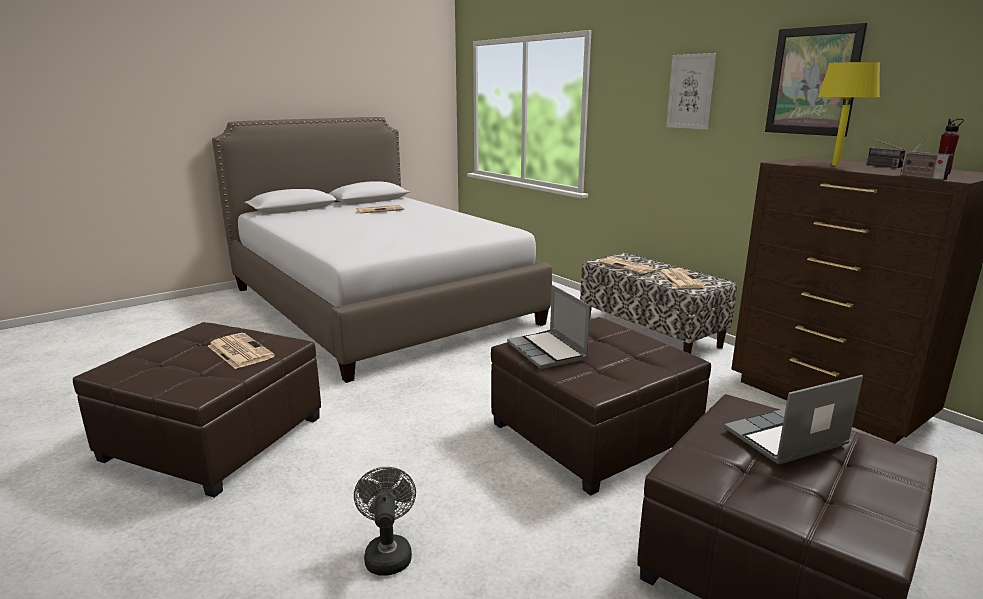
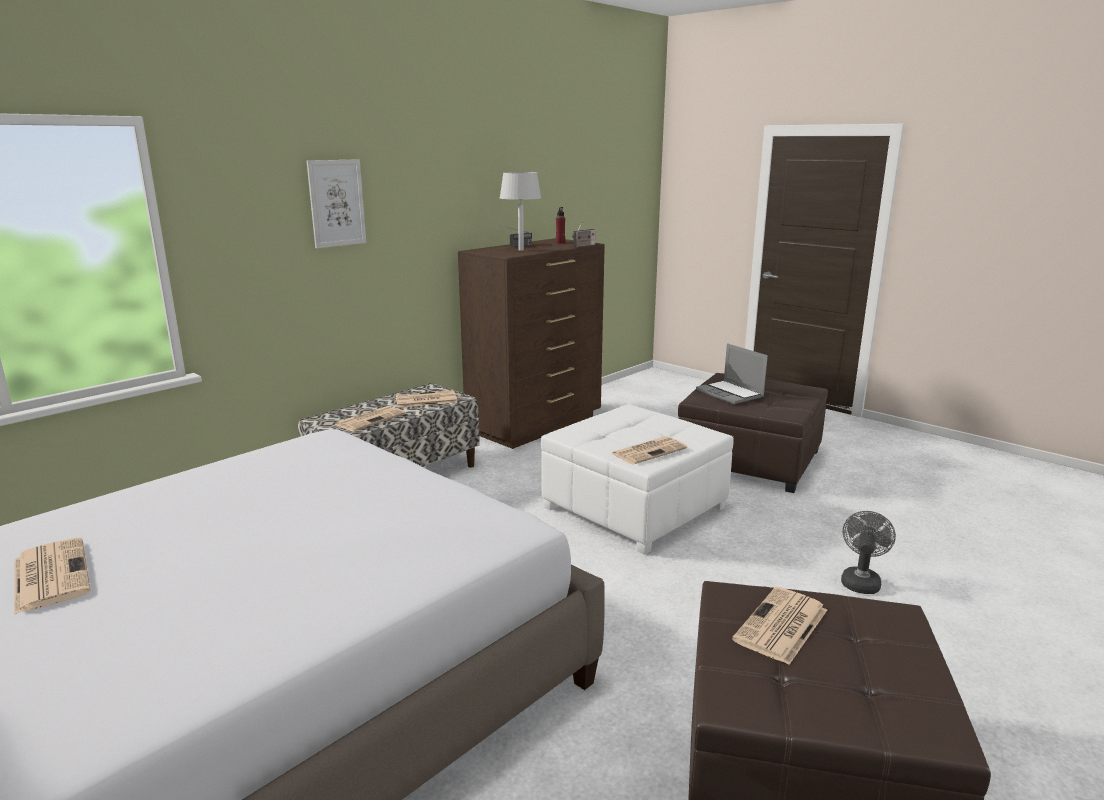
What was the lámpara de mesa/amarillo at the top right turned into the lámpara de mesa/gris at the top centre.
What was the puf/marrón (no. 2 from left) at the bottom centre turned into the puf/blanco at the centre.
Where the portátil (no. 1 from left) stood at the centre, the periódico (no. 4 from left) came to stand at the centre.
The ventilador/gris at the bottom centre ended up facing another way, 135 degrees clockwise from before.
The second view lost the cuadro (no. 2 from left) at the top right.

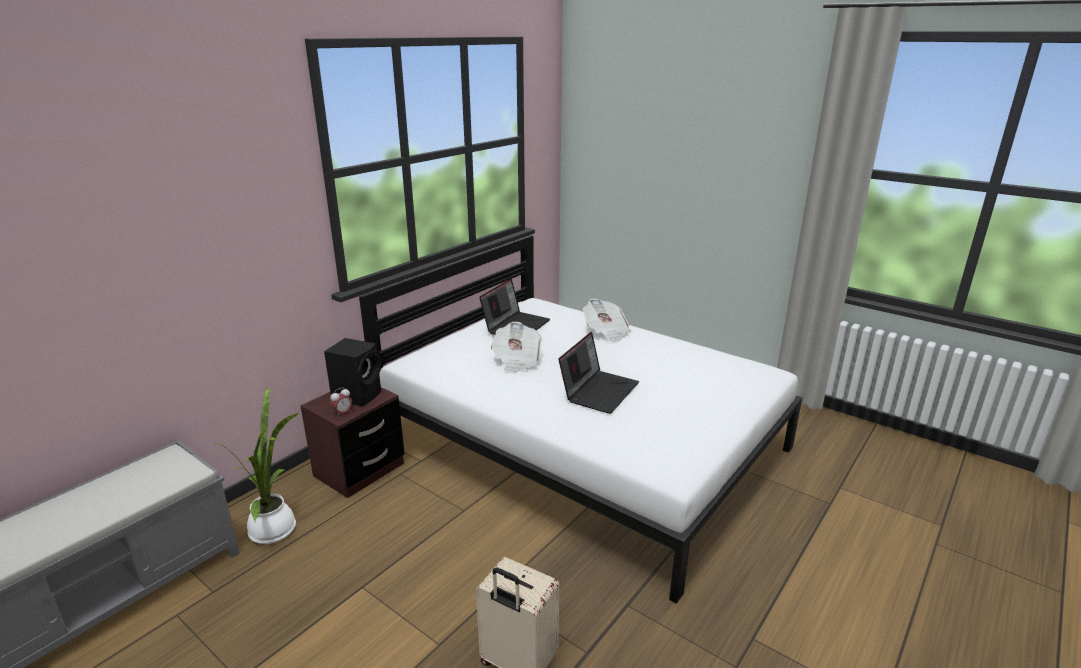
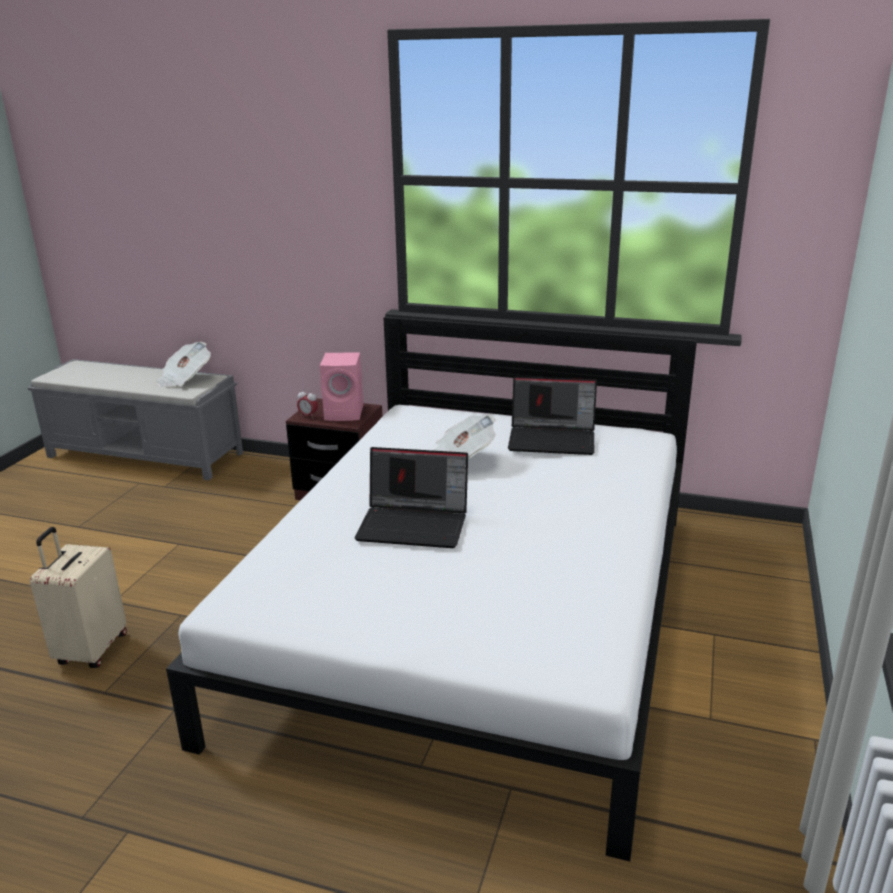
The periódico (no. 2 from left in the first image) ended up elsewhere, having gone from the centre to the middle left.
What was the altavoz/negro at the middle left turned into the altavoz/rosa at the centre.
The second view lost the planta en maceta at the bottom left.

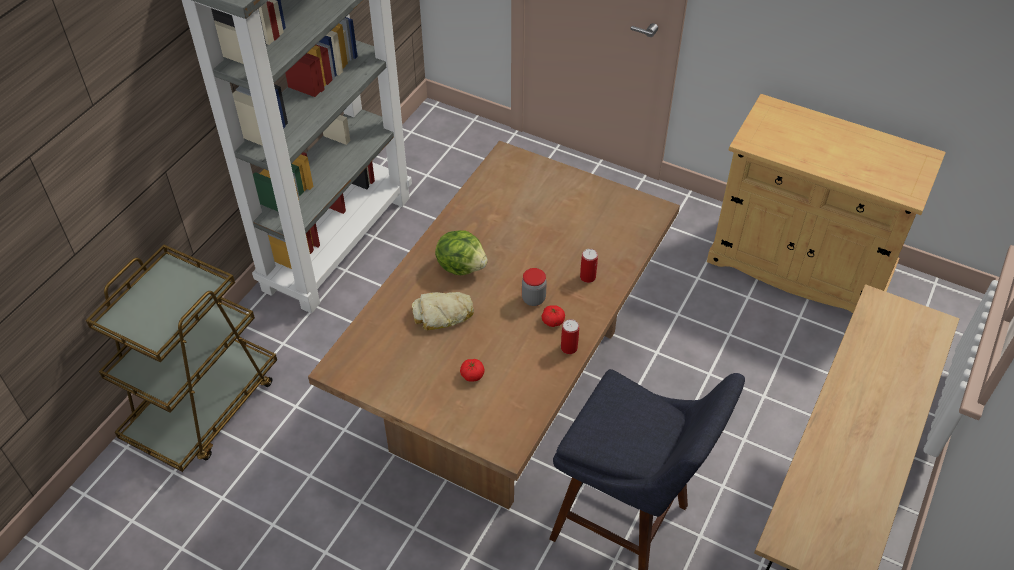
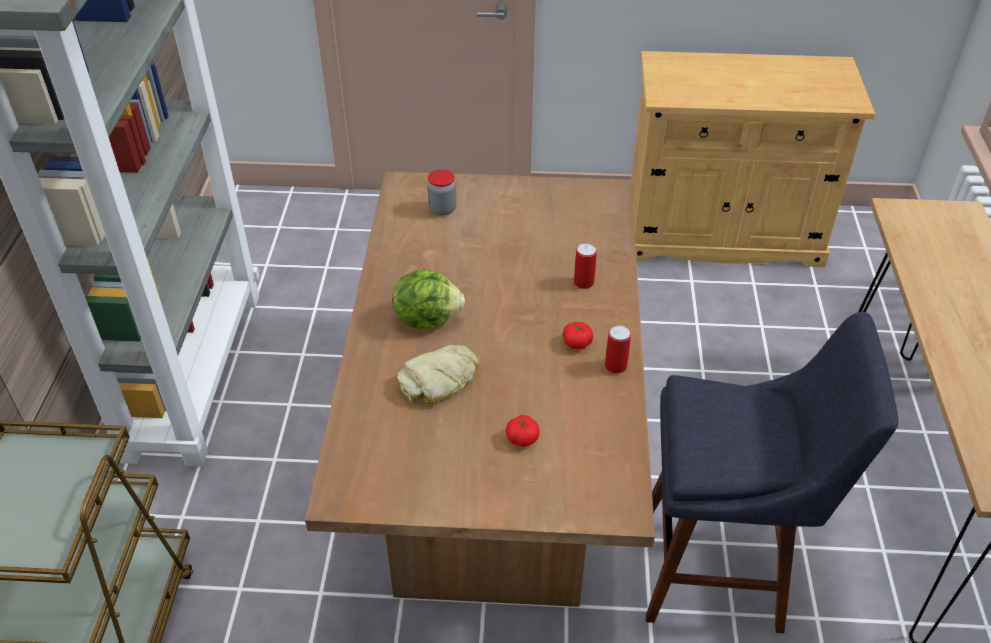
The tarro ended up elsewhere, having gone from the centre to the top centre.

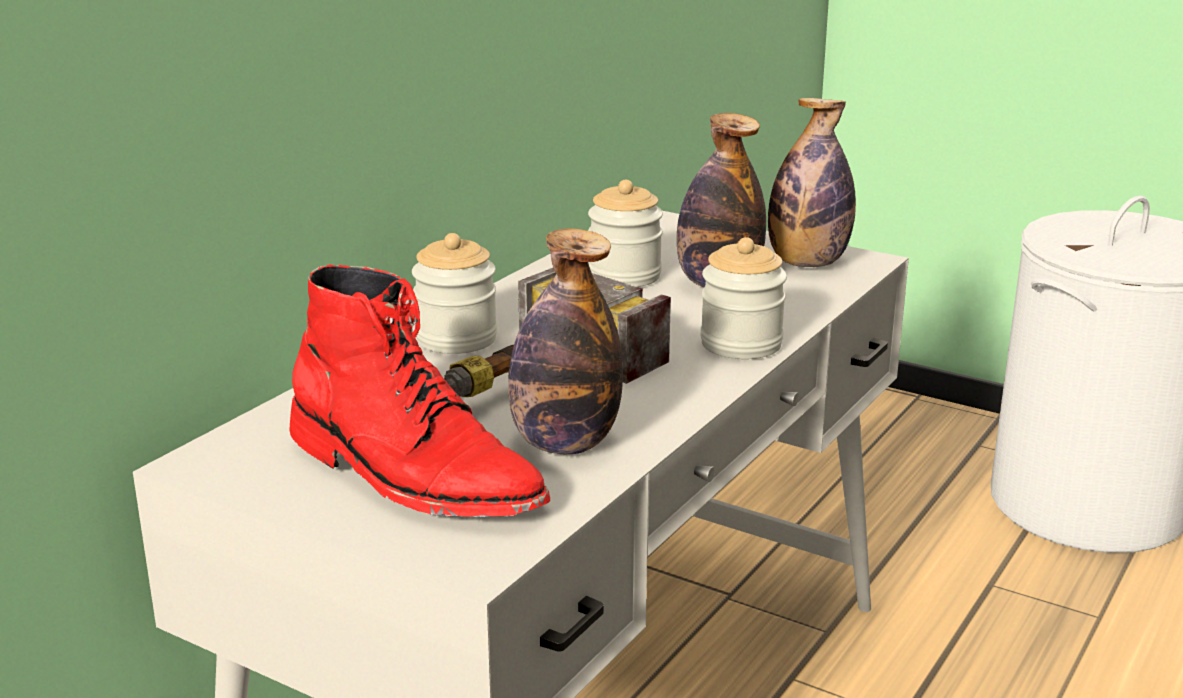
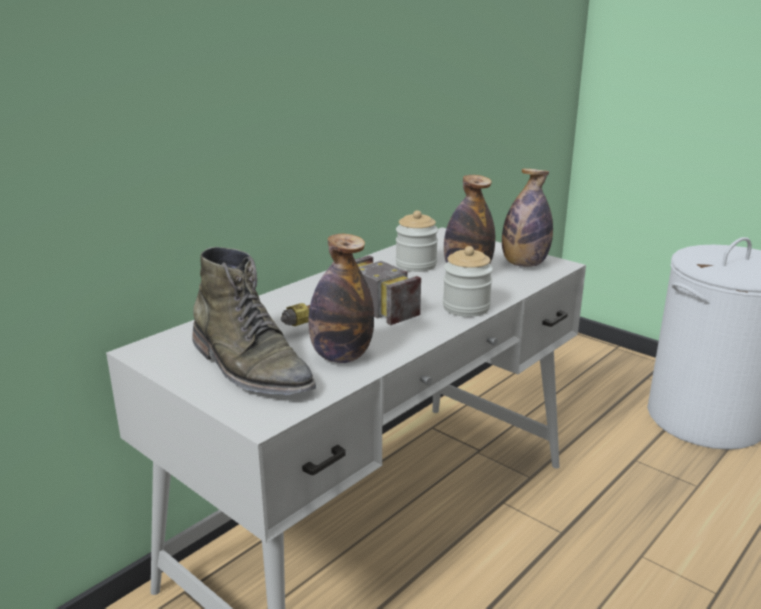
What was the bota/rojo at the centre turned into the bota/verde at the centre.
The second view lost the tarro (no. 1 from left) at the centre.

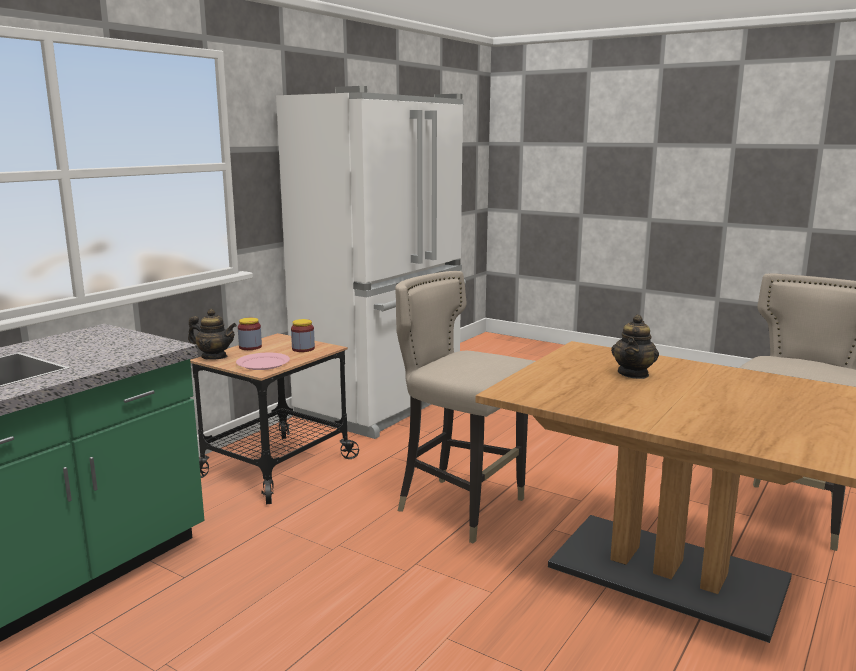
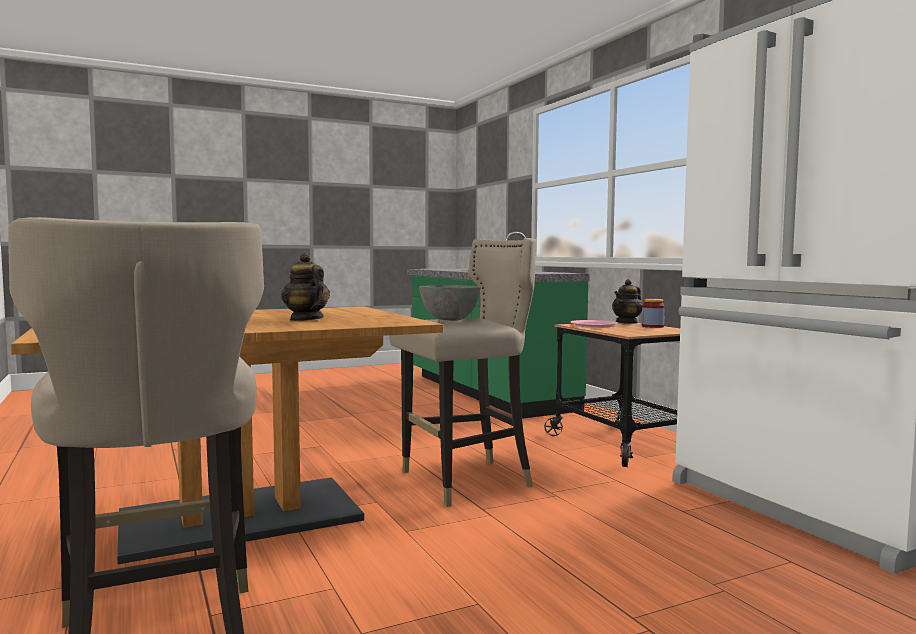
The second view gained the cuenco/gris at the centre.
The second view lost the tarro (no. 2 from left) at the centre.

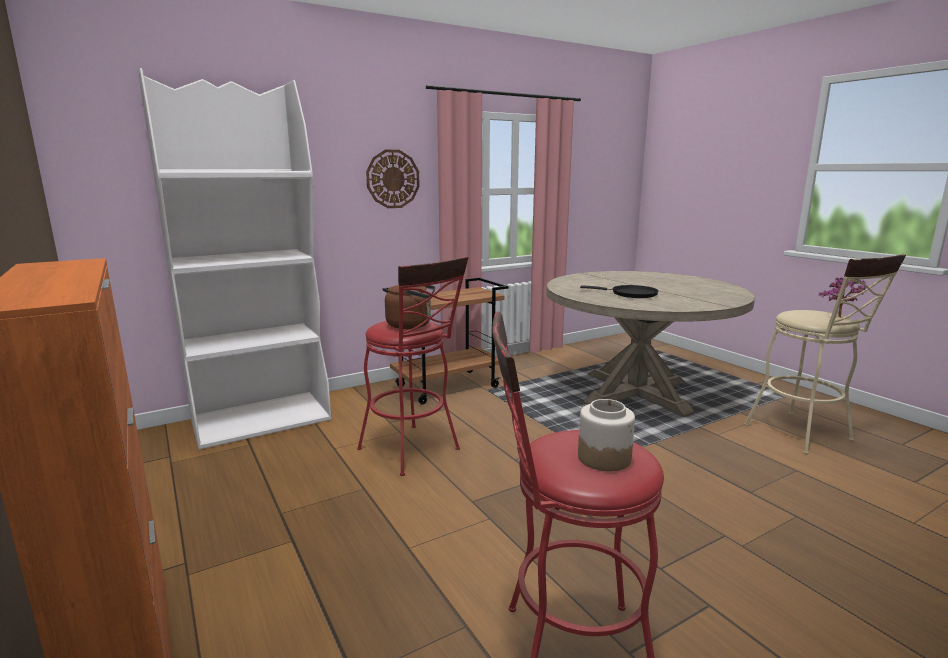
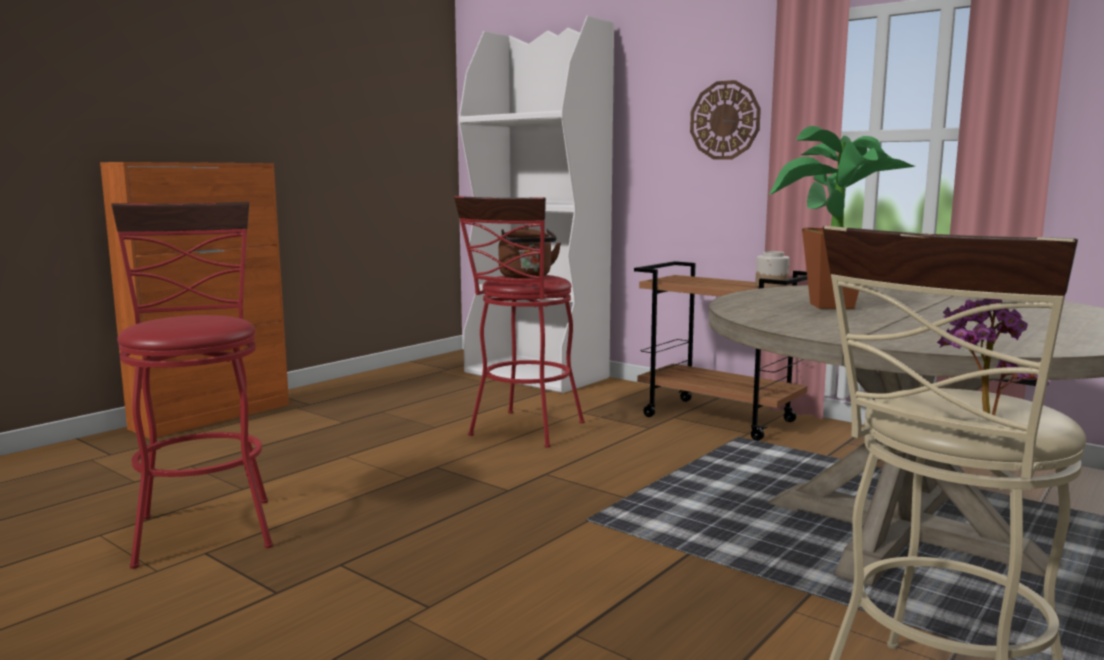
The tarro ended up elsewhere, having gone from the centre to the middle right.
Where the sartén/negro stood at the centre, the planta en maceta (no. 1 from left) came to stand at the top right.

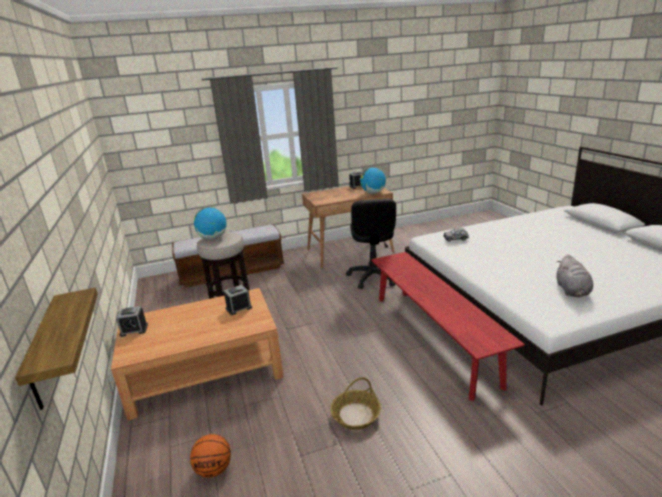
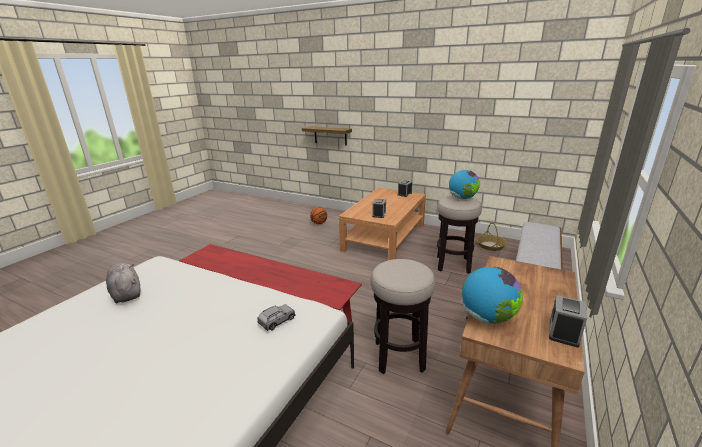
Where the silla de oficina/negro stood at the centre, the taburete (no. 1 from left) came to stand at the bottom centre.
The cesta ended up elsewhere, having gone from the bottom centre to the middle right.

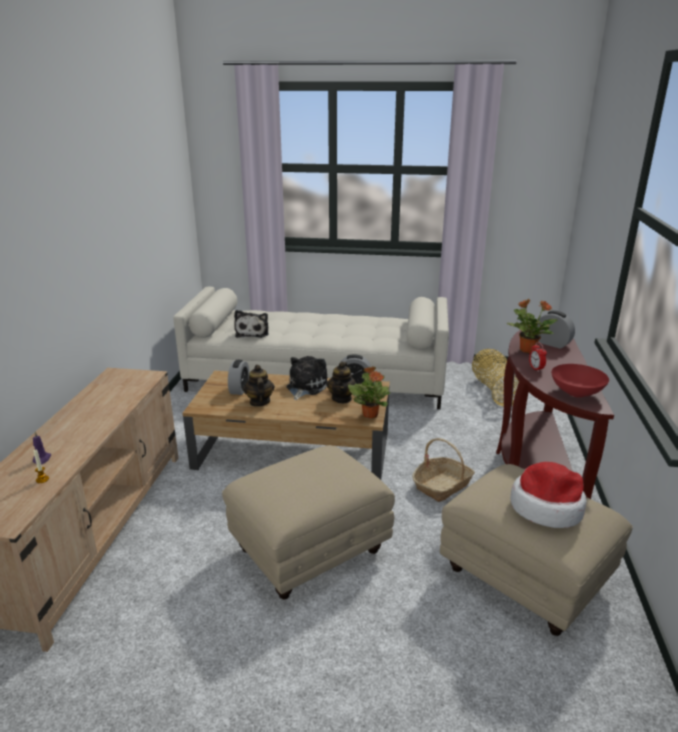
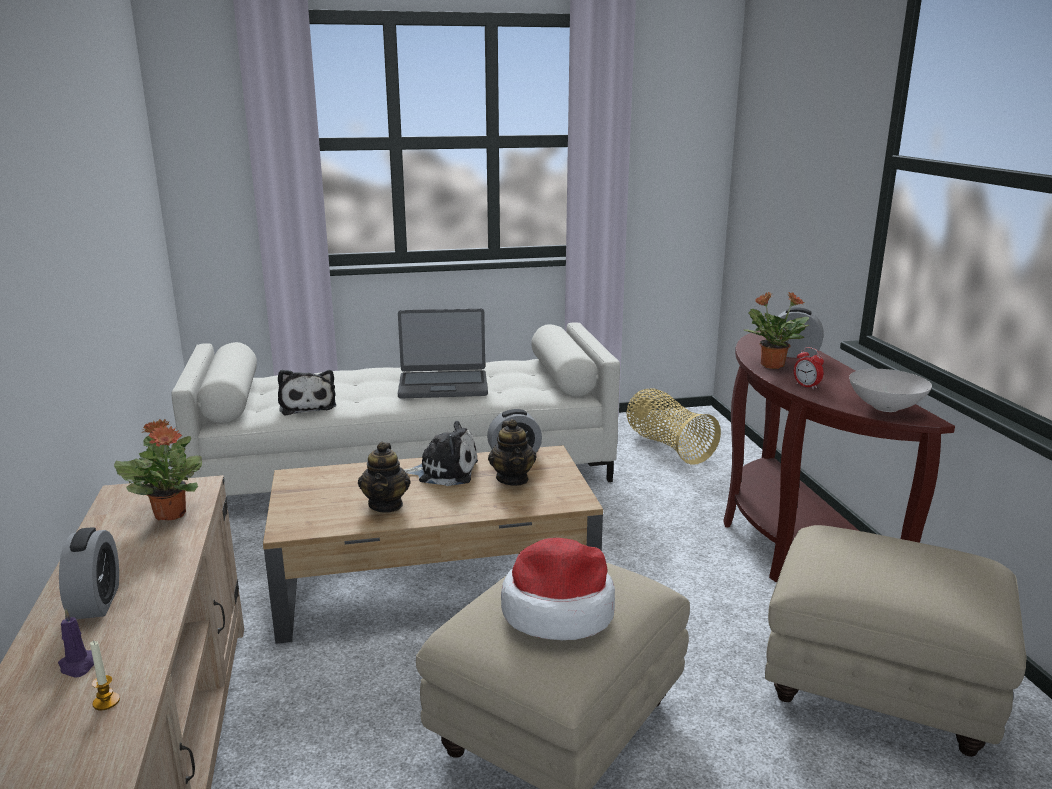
The despertador (no. 1 from left) ended up elsewhere, having gone from the centre to the bottom left.
The planta en maceta (no. 1 from left) ended up elsewhere, having gone from the centre to the middle left.
The tetera (no. 1 from left) at the centre ended up facing another way, 150 degrees counterclockwise from before.
The second view gained the portátil at the centre.
The peluche (no. 2 from left) at the centre ended up facing another way, 90 degrees clockwise from before.
The sombrero ended up elsewhere, having gone from the bottom right to the bottom centre.
What was the cuenco/rojo at the middle right turned into the cuenco/blanco at the middle right.
The second view lost the cesta (no. 1 from left) at the centre.

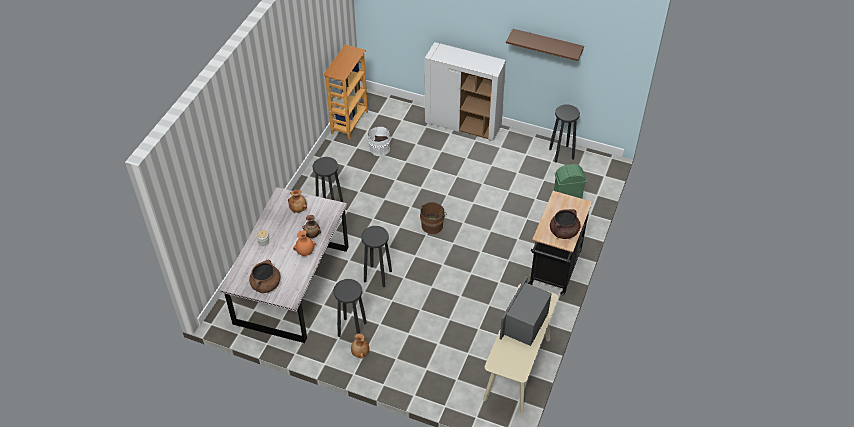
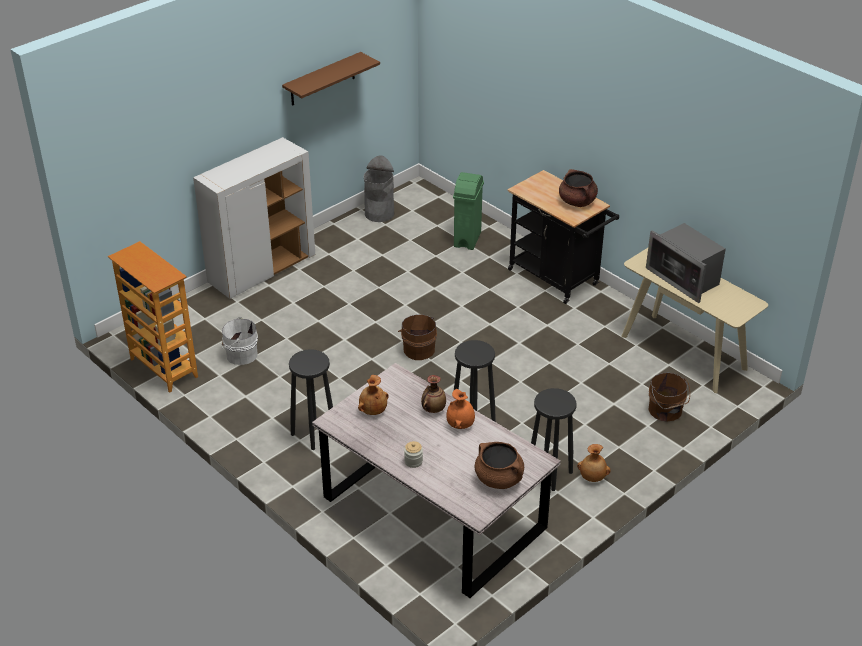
Where the taburete/negro (no. 4 from left) stood at the top centre, the papelera/gris came to stand at the top centre.
The second view gained the cubo/marrón (no. 2 from left) at the middle right.

